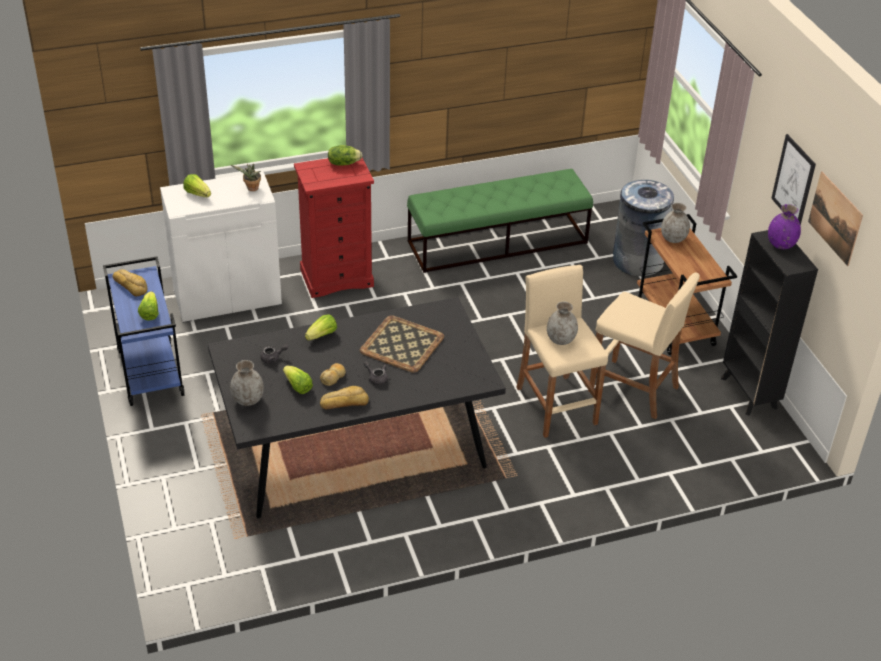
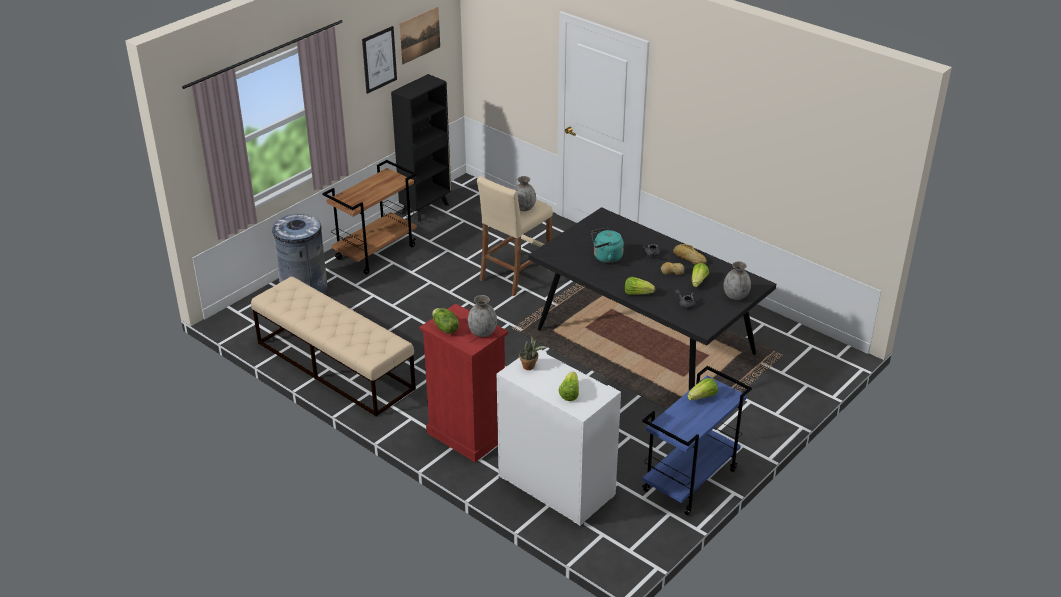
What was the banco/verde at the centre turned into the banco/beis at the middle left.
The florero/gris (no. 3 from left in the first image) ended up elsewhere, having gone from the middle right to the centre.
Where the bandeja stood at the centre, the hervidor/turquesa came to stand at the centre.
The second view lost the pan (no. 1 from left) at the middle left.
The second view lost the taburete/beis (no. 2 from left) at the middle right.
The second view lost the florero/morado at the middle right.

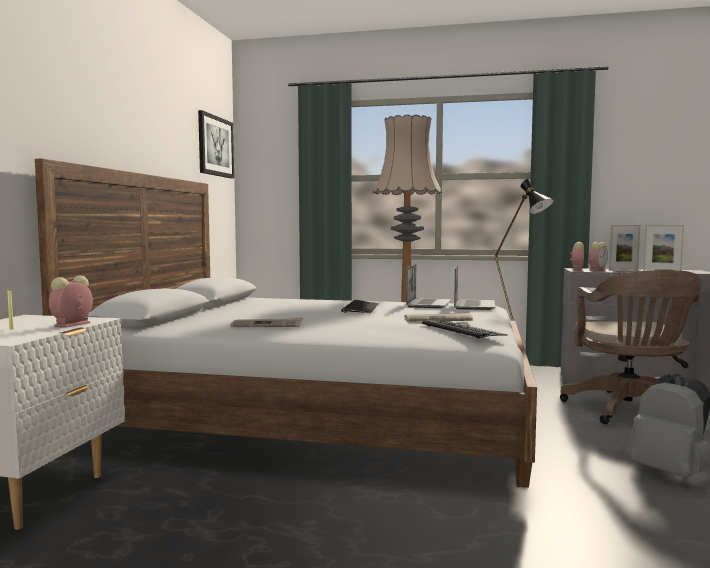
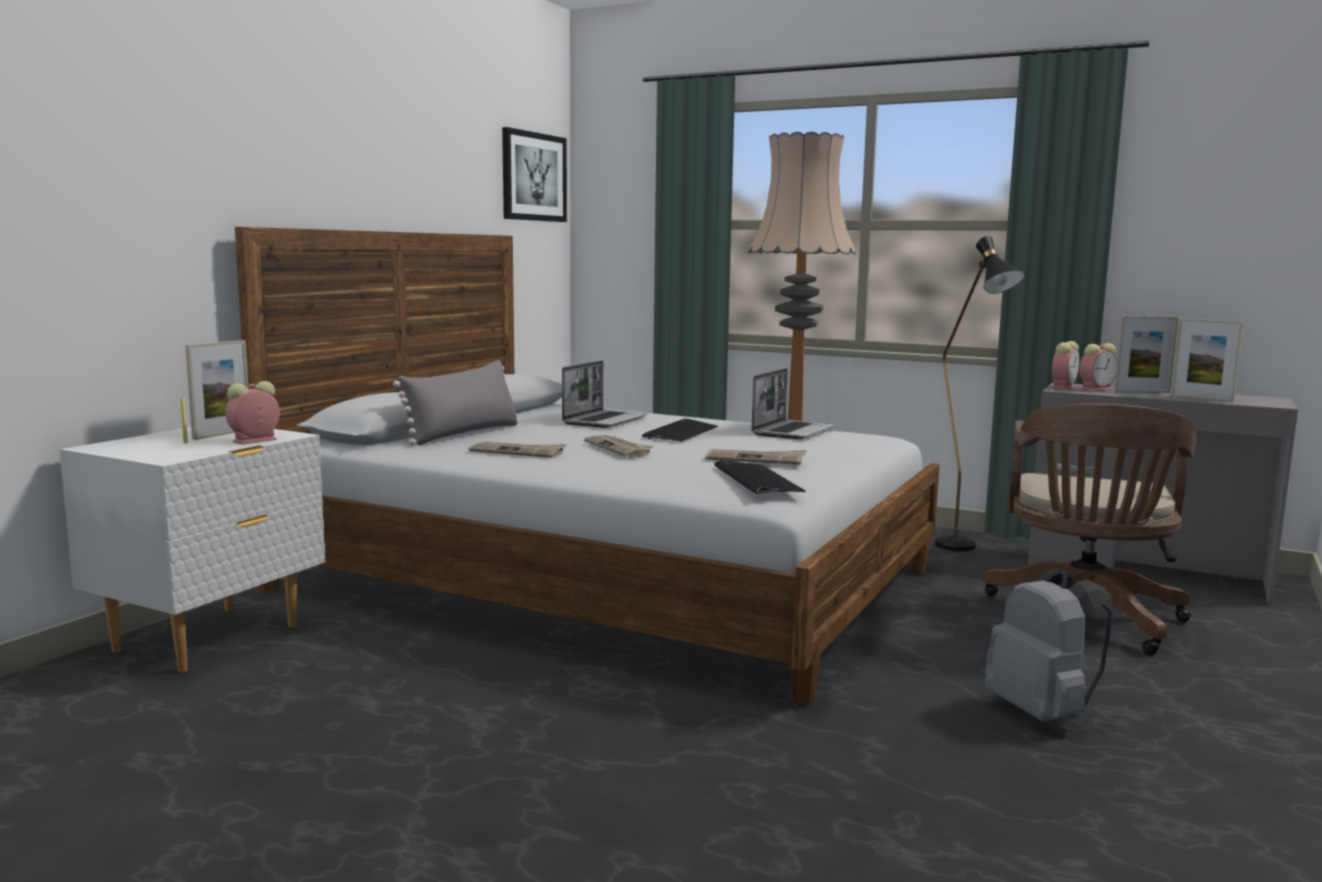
The second view gained the portarretratos (no. 1 from left) at the middle left.
The second view gained the cojín/gris at the centre.
The portátil (no. 2 from left in the first image) ended up elsewhere, having gone from the middle right to the centre.
The second view gained the periódico (no. 2 from left) at the centre.

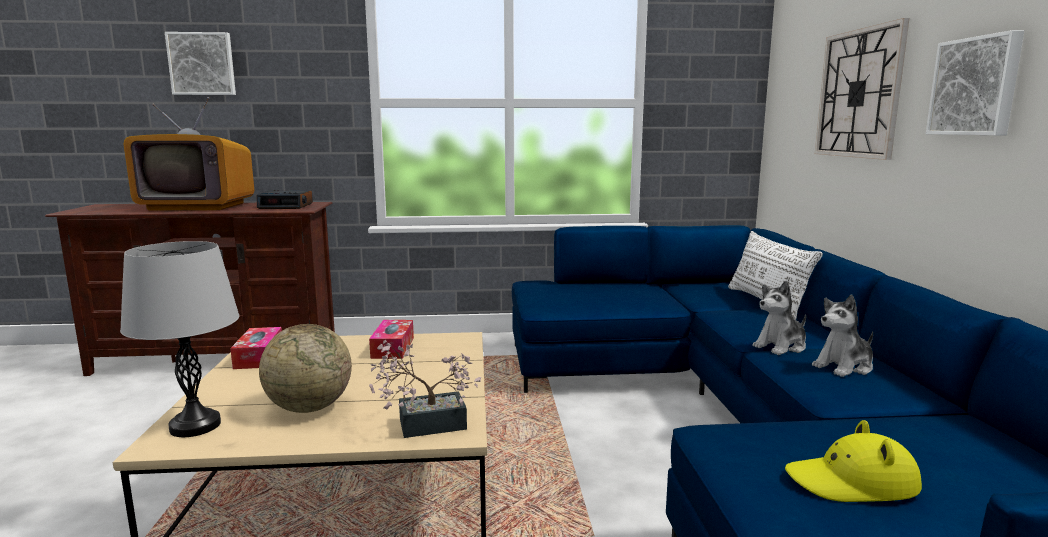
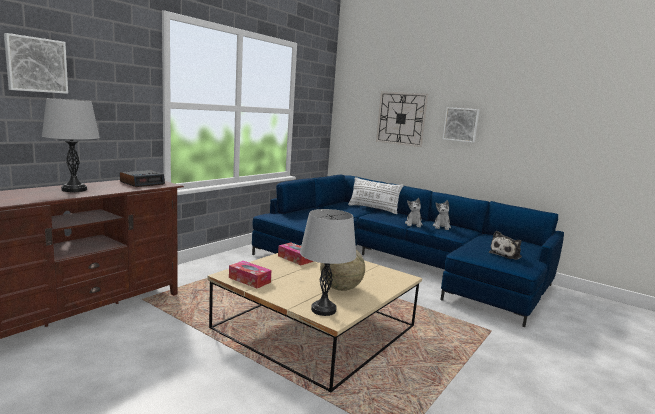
Where the televisor stood at the top left, the lámpara de mesa/gris (no. 1 from left) came to stand at the middle left.
Where the sombrero/amarillo stood at the bottom right, the peluche (no. 3 from left) came to stand at the middle right.
The second view lost the planta en maceta at the bottom centre.

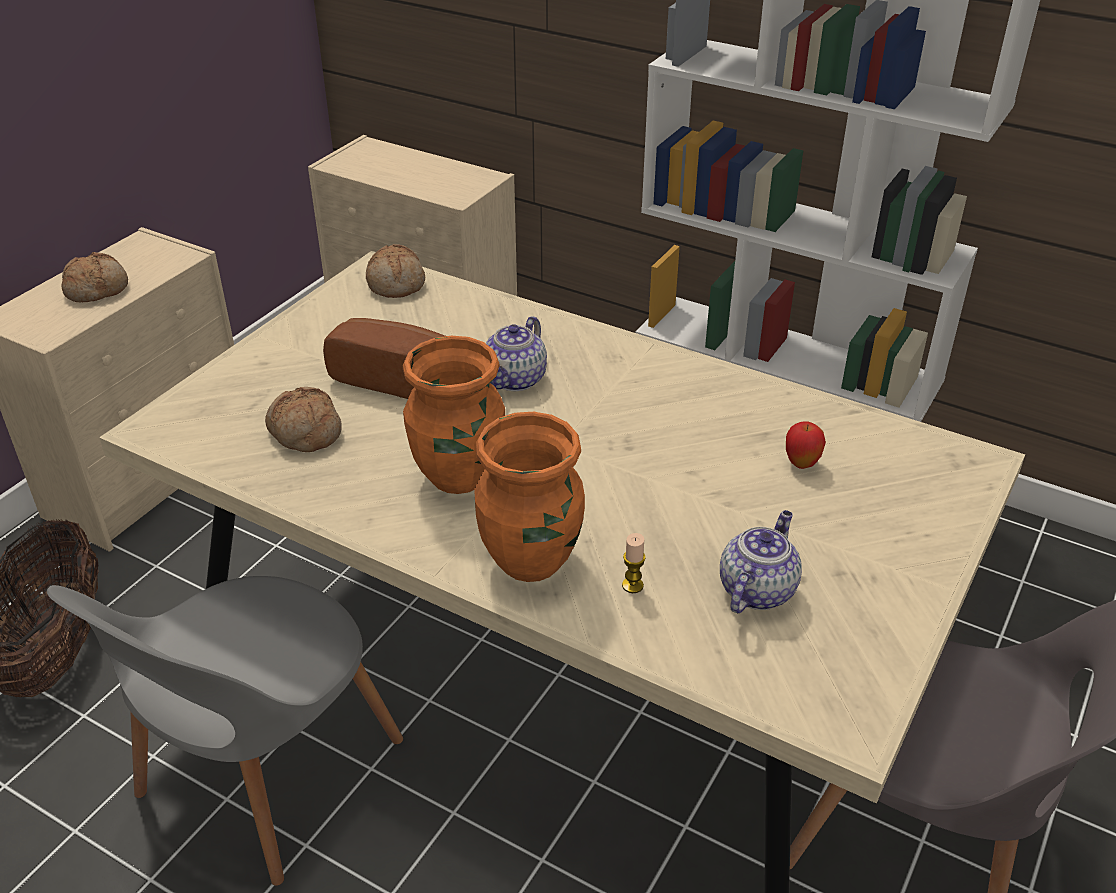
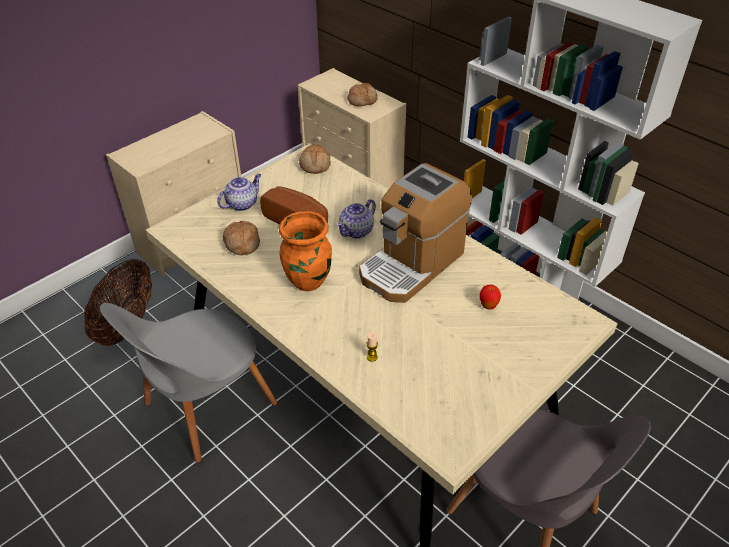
The tetera (no. 2 from left in the first image) ended up elsewhere, having gone from the middle right to the middle left.
The pan (no. 1 from left in the first image) ended up elsewhere, having gone from the top left to the top centre.
The second view gained the cafetera at the centre.
The second view lost the florero/naranja (no. 2 from left) at the centre.

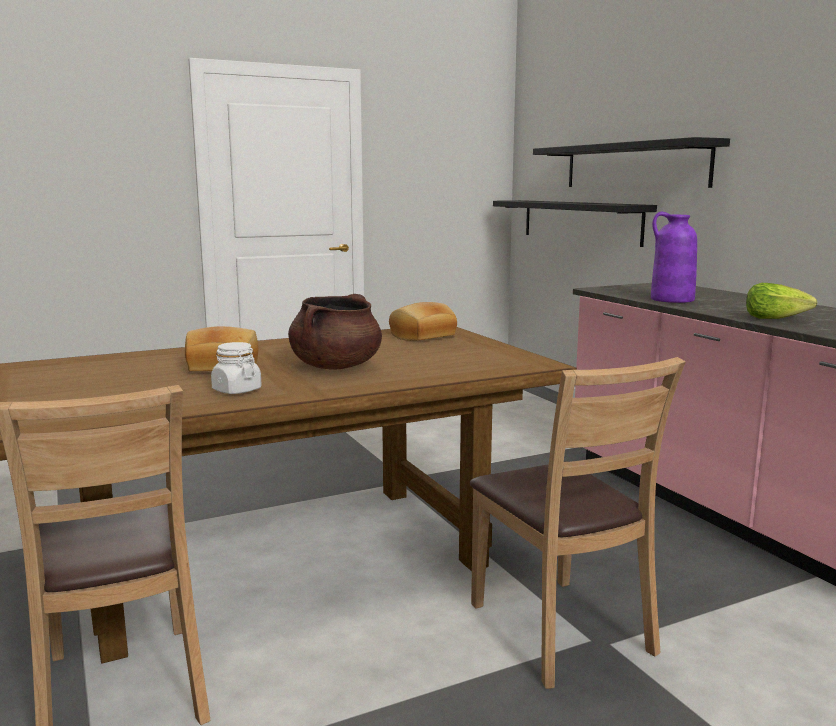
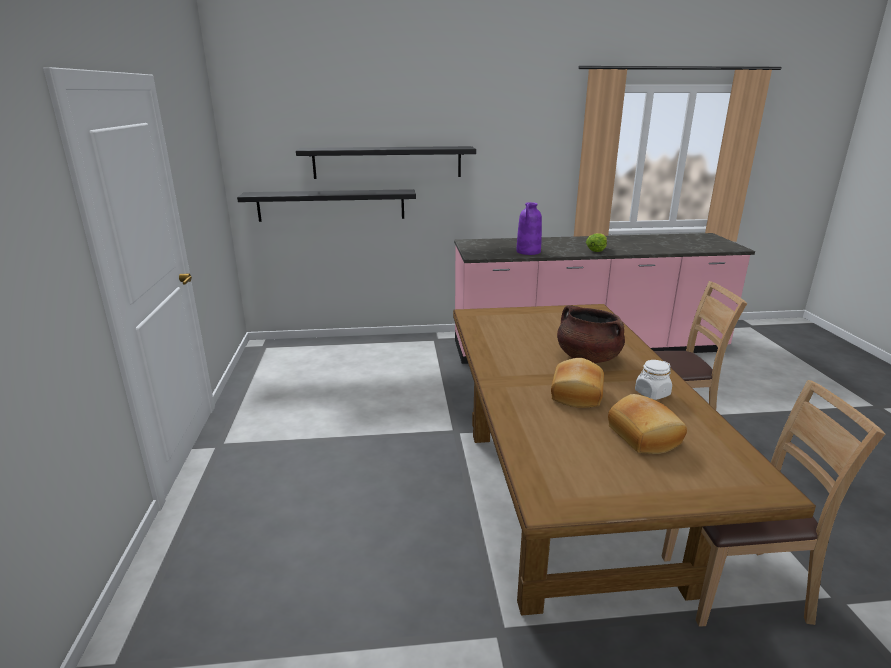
The pan (no. 2 from left) ended up elsewhere, having gone from the centre to the middle right.

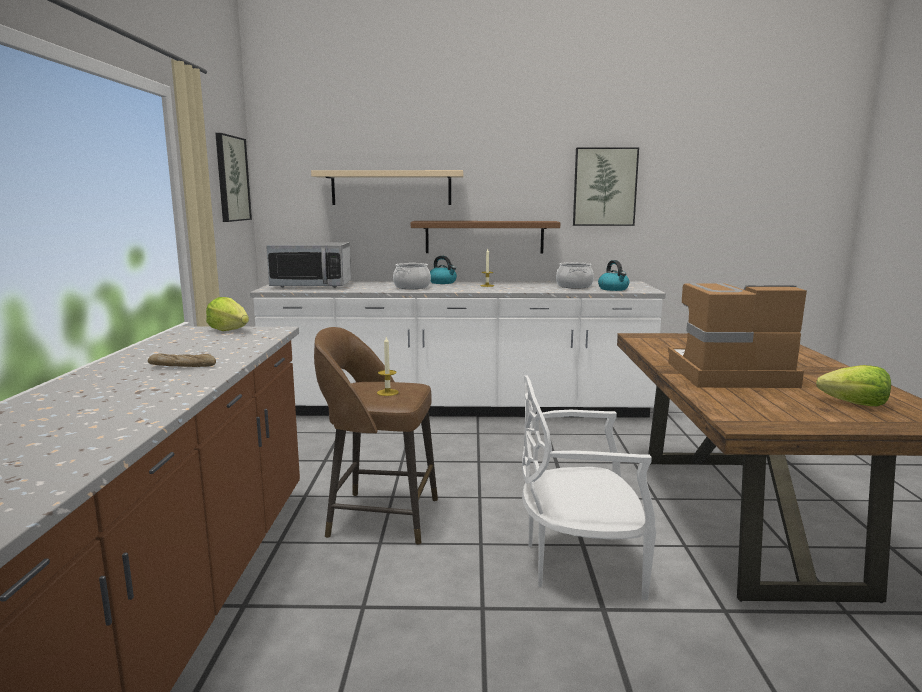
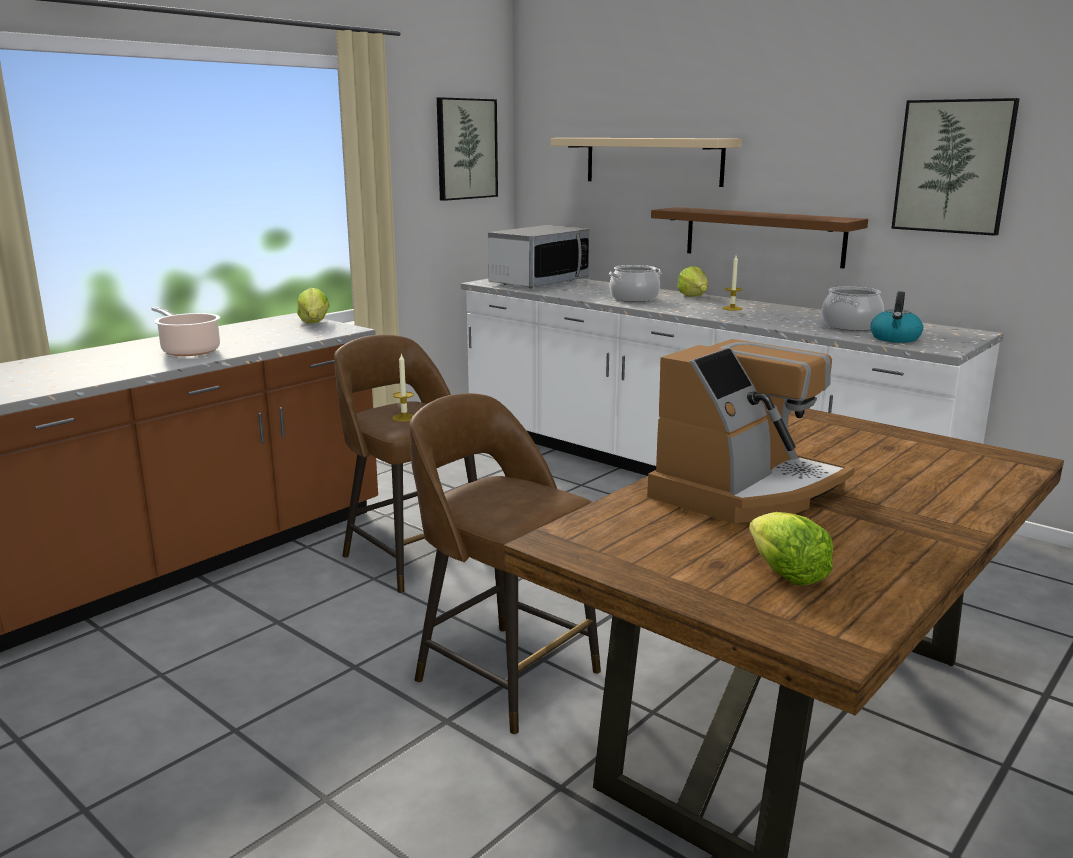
Where the pan stood at the middle left, the olla (no. 1 from left) came to stand at the middle left.
Where the silla/blanco stood at the bottom centre, the taburete/marrón (no. 2 from left) came to stand at the centre.
The microondas at the centre ended up facing another way, 90 degrees counterclockwise from before.
The cafetera at the middle right ended up facing another way, 90 degrees clockwise from before.
Where the hervidor (no. 1 from left) stood at the centre, the lechuga (no. 2 from left) came to stand at the top centre.

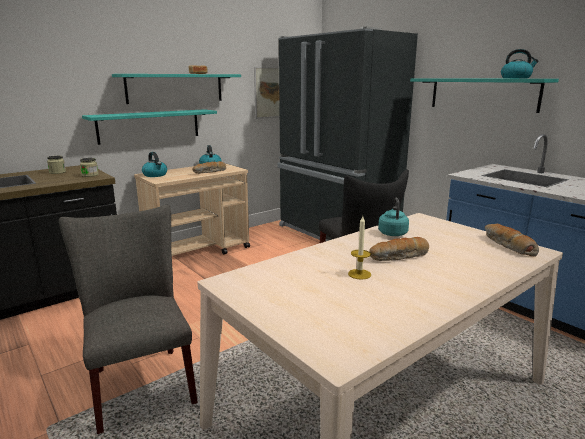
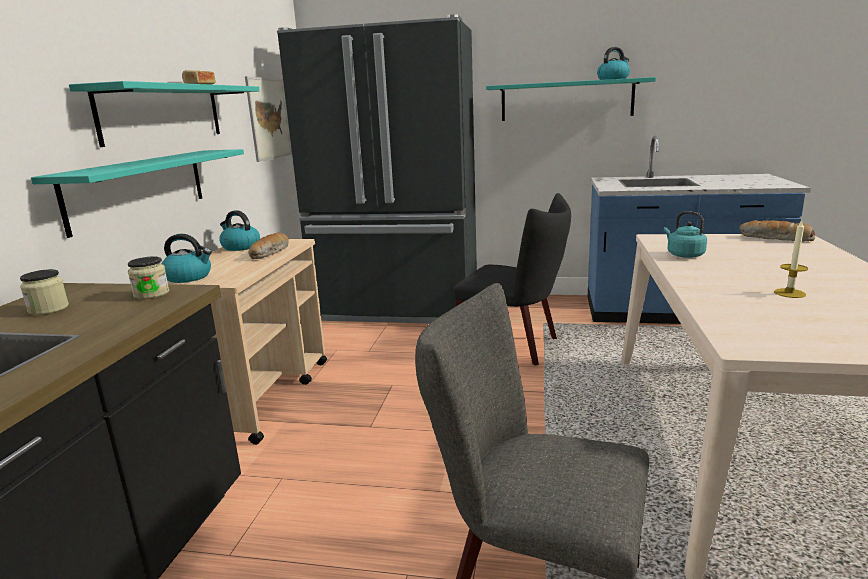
The second view lost the pan (no. 3 from left) at the middle right.

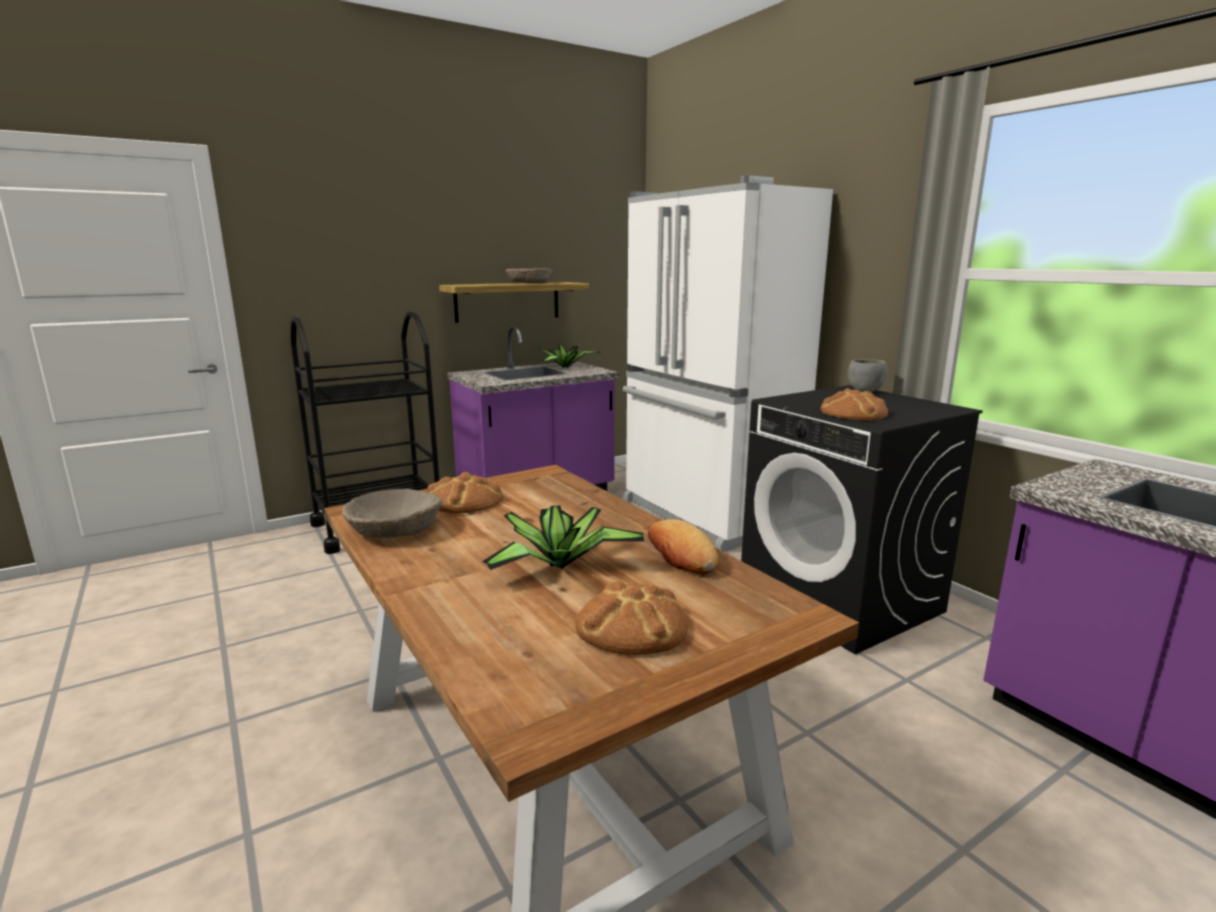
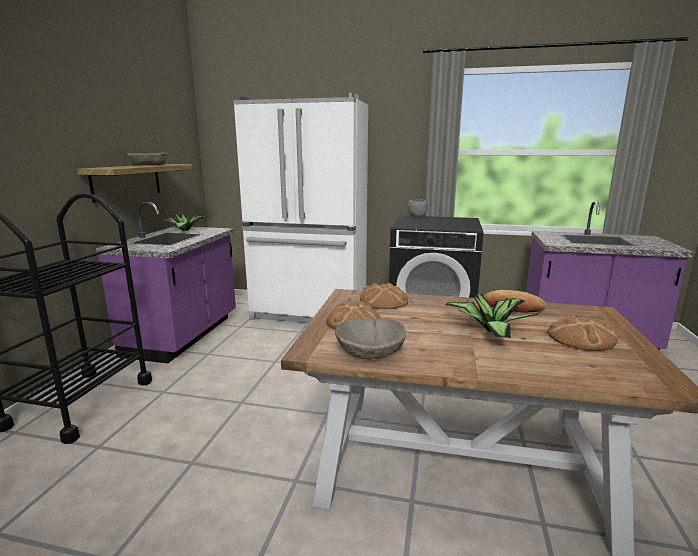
The pan (no. 4 from left in the first image) ended up elsewhere, having gone from the middle right to the centre.

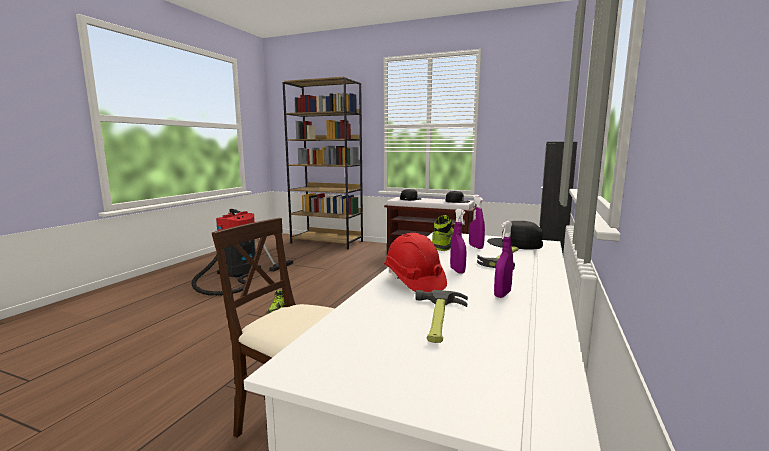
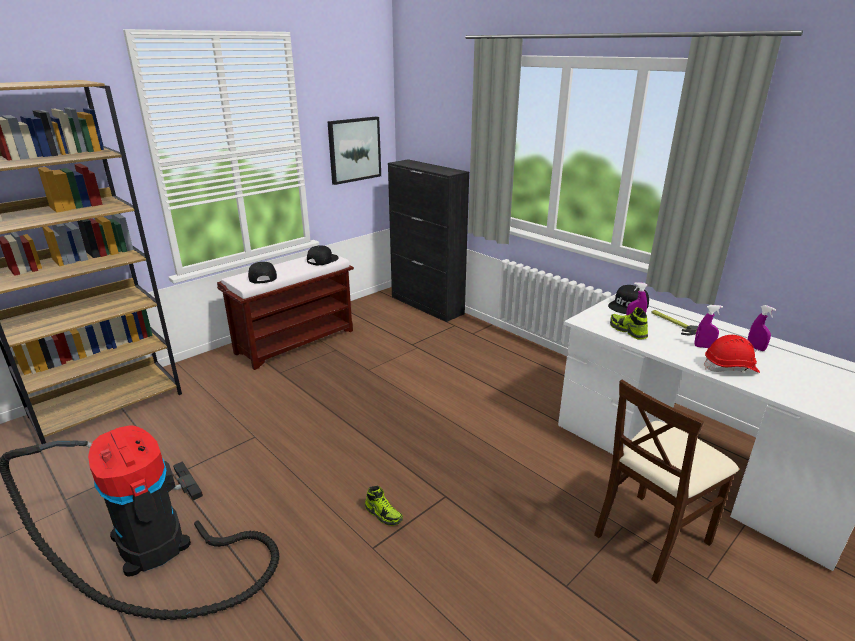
The second view gained the cuadro at the top centre.
The second view lost the martillo (no. 1 from left) at the bottom centre.

